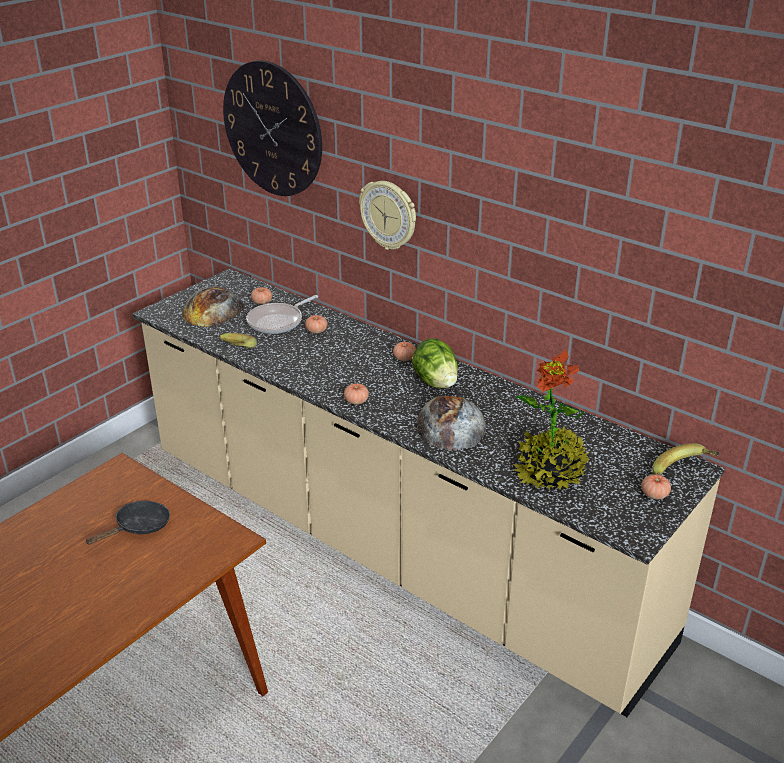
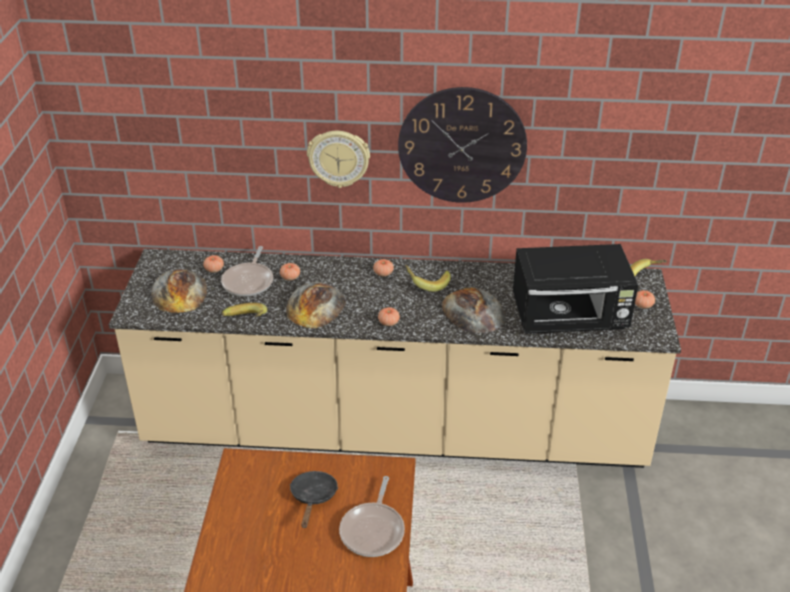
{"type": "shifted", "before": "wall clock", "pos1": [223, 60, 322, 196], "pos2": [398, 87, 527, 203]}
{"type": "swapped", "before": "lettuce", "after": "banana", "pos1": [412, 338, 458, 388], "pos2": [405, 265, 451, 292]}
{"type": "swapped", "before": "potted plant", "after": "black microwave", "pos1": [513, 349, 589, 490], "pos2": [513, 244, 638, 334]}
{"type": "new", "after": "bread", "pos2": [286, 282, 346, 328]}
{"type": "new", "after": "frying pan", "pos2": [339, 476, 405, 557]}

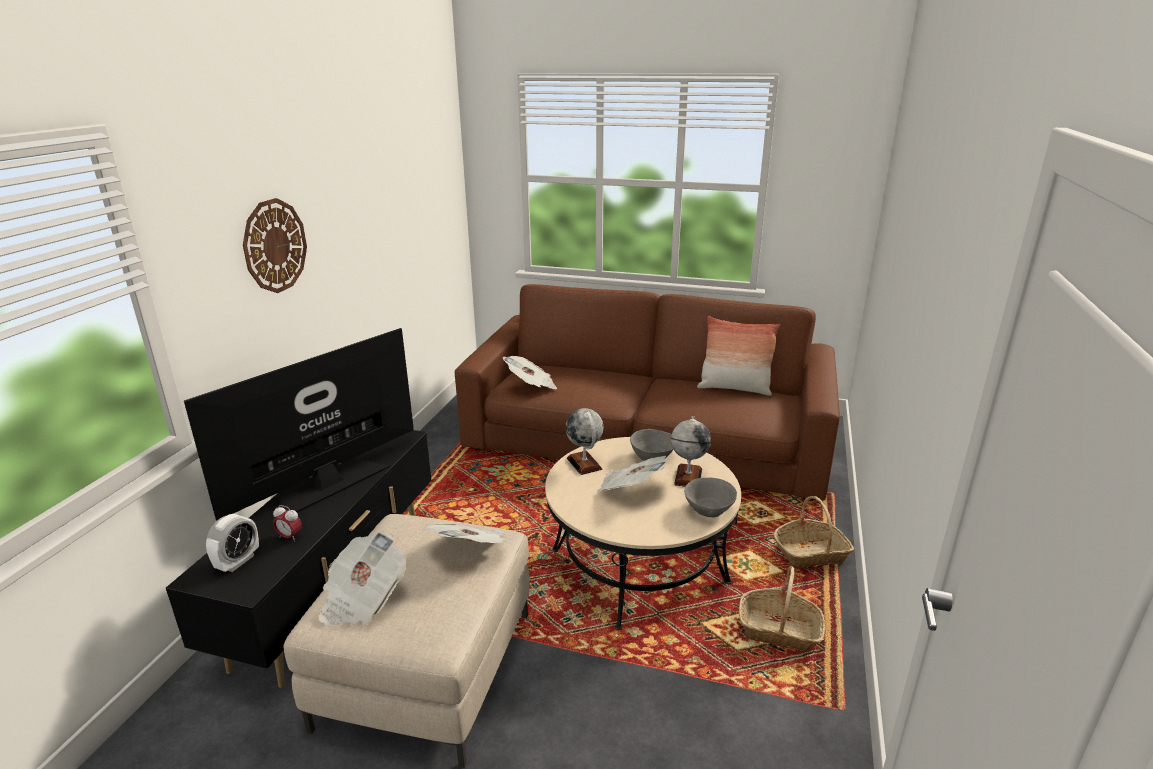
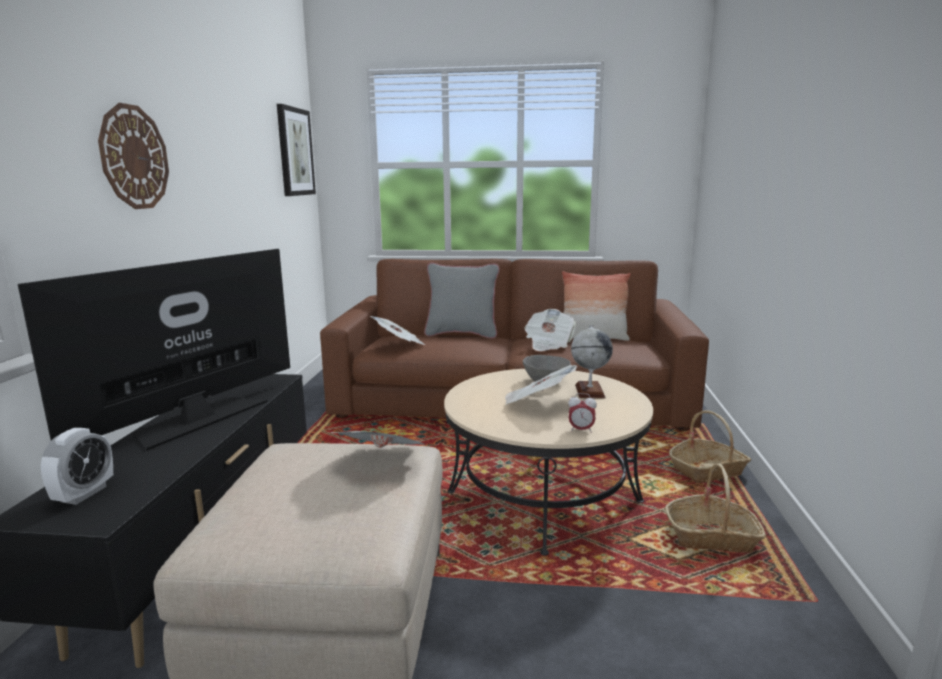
{"type": "gone", "before": "globe", "pos1": [565, 408, 604, 475]}
{"type": "gone", "before": "grey bowl", "pos1": [684, 478, 737, 517]}
{"type": "shifted", "before": "alarm clock", "pos1": [273, 505, 302, 542], "pos2": [568, 393, 597, 433]}
{"type": "shifted", "before": "newspaper", "pos1": [319, 532, 406, 625], "pos2": [524, 309, 577, 351]}
{"type": "new", "after": "picture", "pos2": [277, 104, 316, 196]}
{"type": "new", "after": "grey pillow", "pos2": [424, 263, 500, 338]}

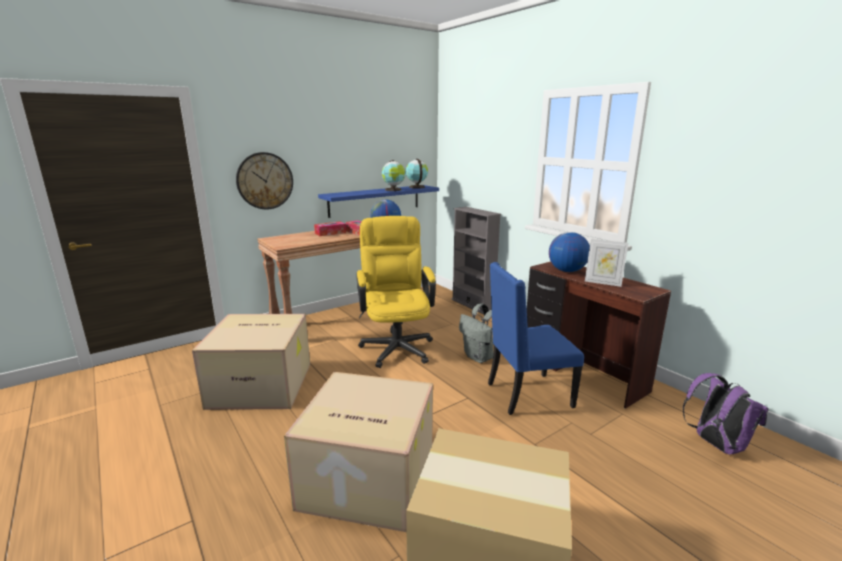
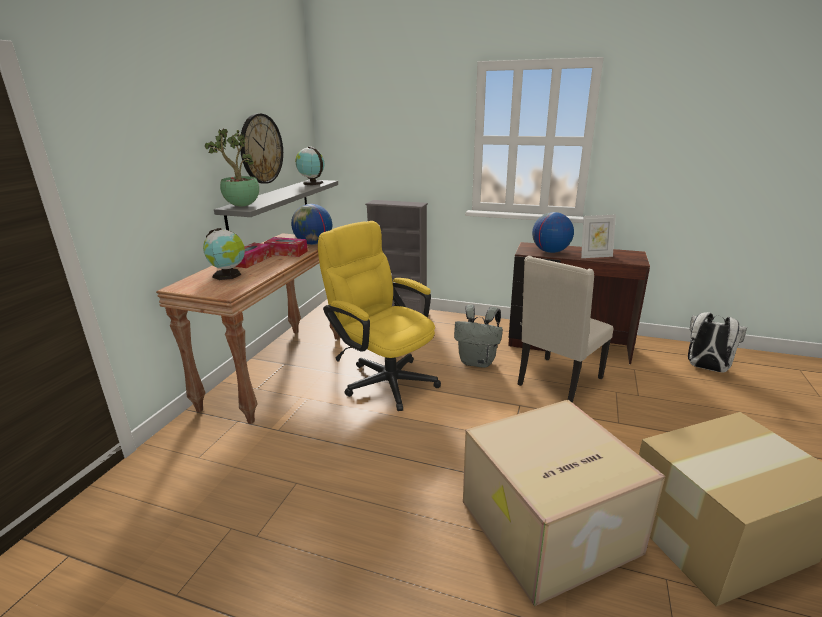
{"type": "shifted", "before": "wall clock", "pos1": [236, 152, 293, 209], "pos2": [240, 113, 283, 184]}
{"type": "shifted", "before": "globe", "pos1": [382, 160, 406, 191], "pos2": [203, 228, 245, 280]}
{"type": "repainted", "before": "blue shelf", "after": "grey shelf", "pos1": [318, 185, 439, 218], "pos2": [214, 180, 338, 230]}
{"type": "repainted", "before": "blue chair", "after": "beige chair", "pos1": [488, 262, 584, 415], "pos2": [518, 256, 613, 403]}
{"type": "gone", "before": "cardboard box", "pos1": [192, 314, 310, 410]}
{"type": "repainted", "before": "purple backpack", "after": "white backpack", "pos1": [683, 373, 769, 455], "pos2": [688, 312, 747, 372]}
{"type": "new", "after": "potted plant", "pos2": [205, 129, 259, 206]}

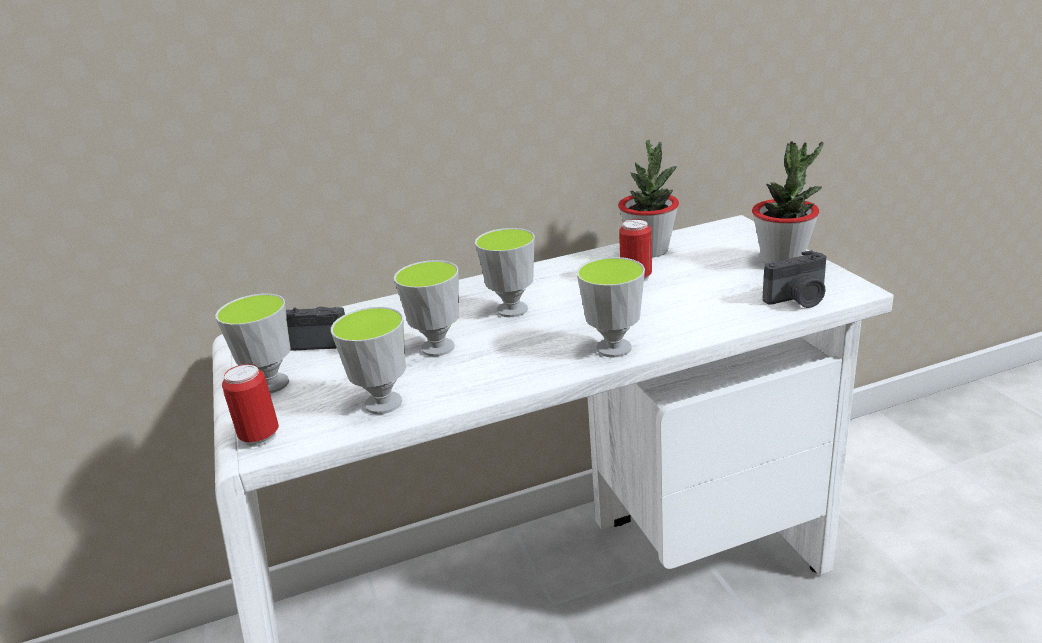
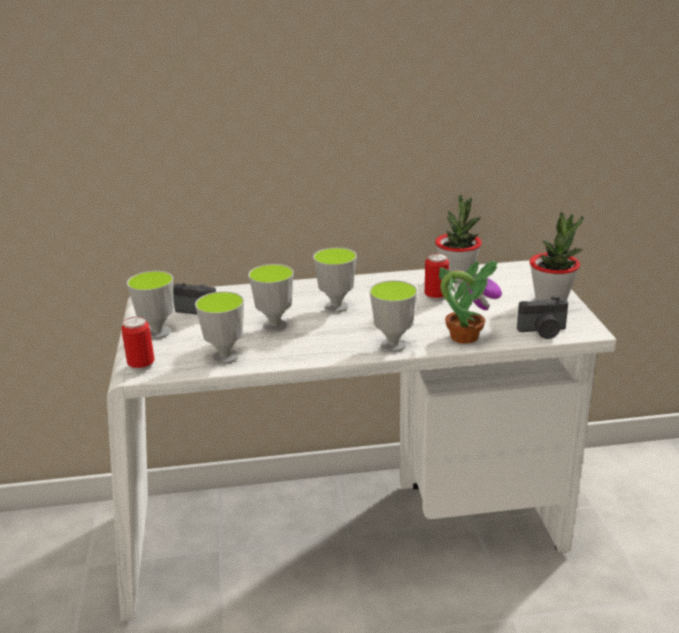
{"type": "new", "after": "potted plant", "pos2": [439, 260, 502, 344]}

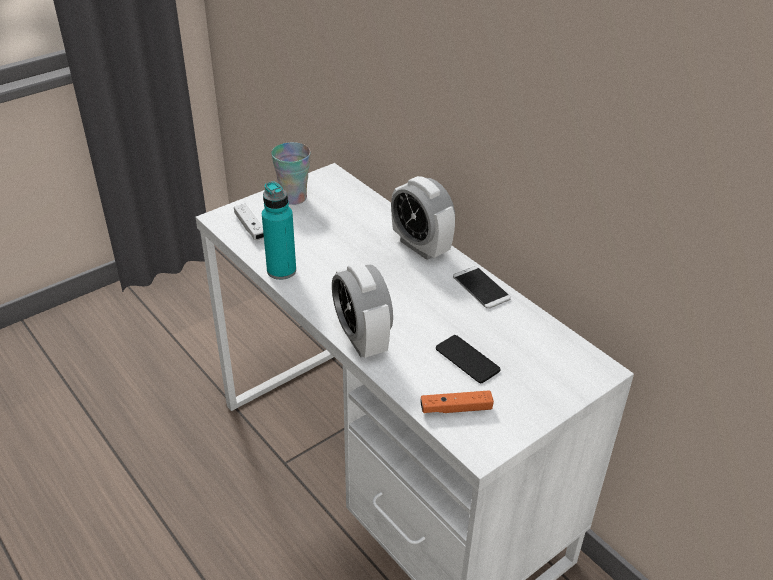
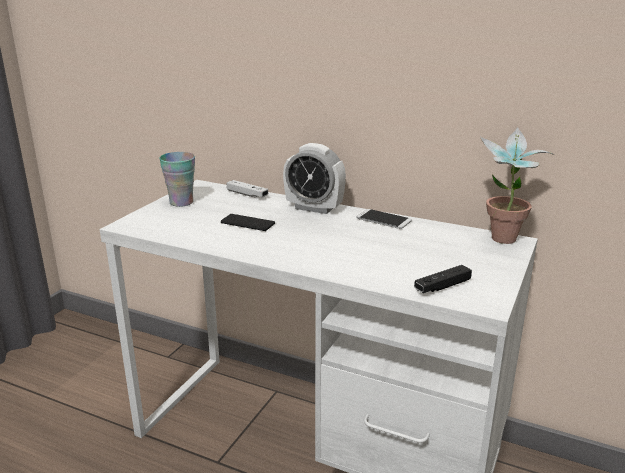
{"type": "gone", "before": "turquoise bottle", "pos1": [262, 181, 296, 280]}
{"type": "shifted", "before": "white game controller", "pos1": [234, 204, 264, 240], "pos2": [227, 180, 268, 198]}
{"type": "gone", "before": "alarm clock", "pos1": [332, 262, 393, 358]}
{"type": "shifted", "before": "phone", "pos1": [436, 335, 501, 383], "pos2": [221, 214, 275, 231]}
{"type": "repainted", "before": "orange game controller", "after": "black game controller", "pos1": [420, 390, 494, 413], "pos2": [414, 265, 472, 293]}
{"type": "new", "after": "potted plant", "pos2": [480, 127, 554, 244]}

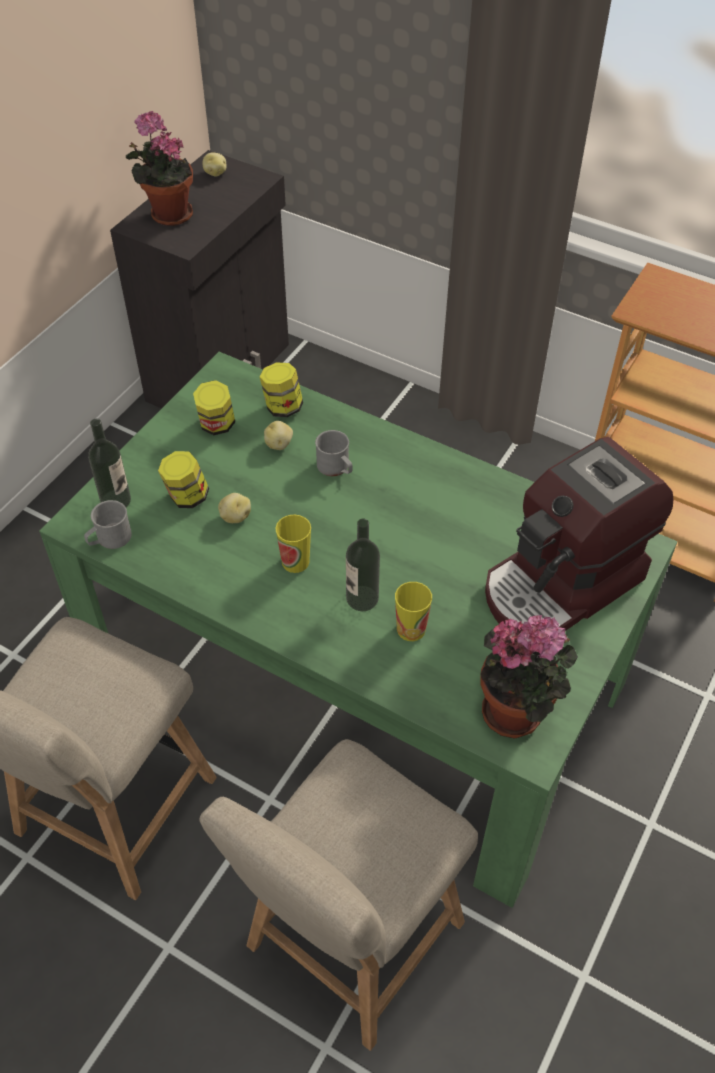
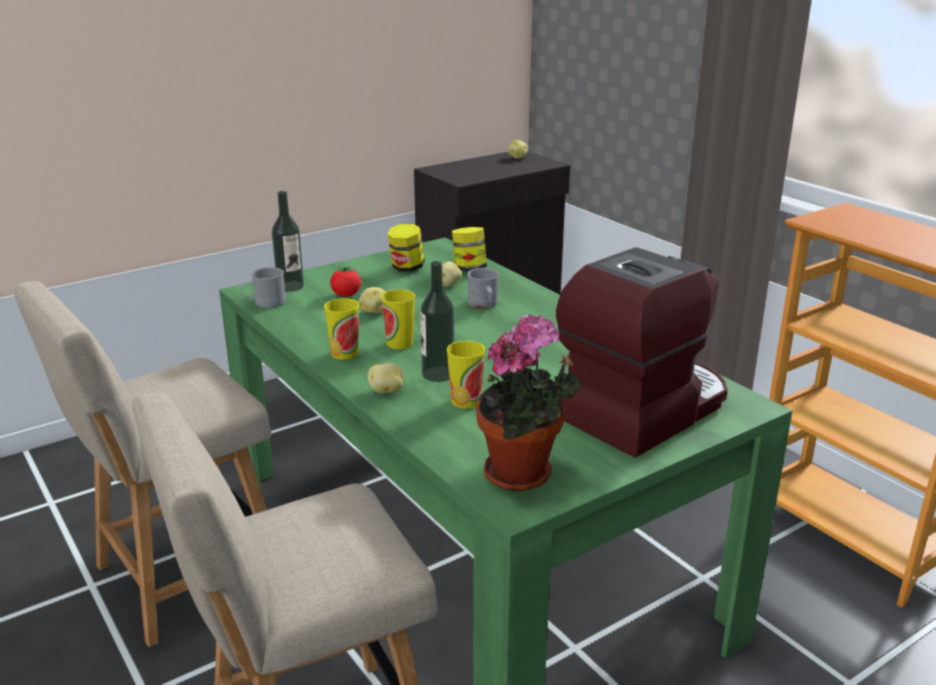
{"type": "gone", "before": "potted plant", "pos1": [126, 111, 193, 226]}
{"type": "rotated", "before": "coffee machine", "pos1": [485, 437, 673, 631], "pos2": [556, 247, 728, 458], "turn": 150}
{"type": "swapped", "before": "jar", "after": "tomato", "pos1": [158, 451, 209, 508], "pos2": [330, 266, 361, 297]}
{"type": "new", "after": "cup", "pos2": [324, 298, 359, 360]}
{"type": "new", "after": "potato", "pos2": [367, 363, 405, 393]}

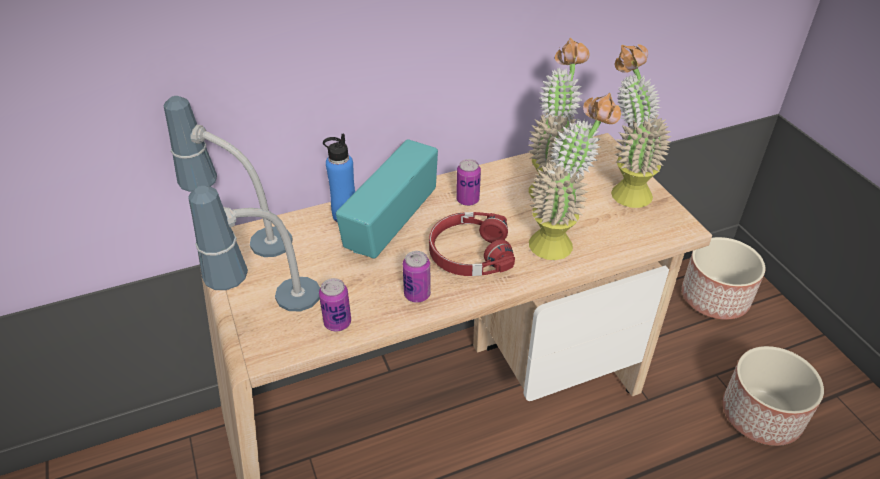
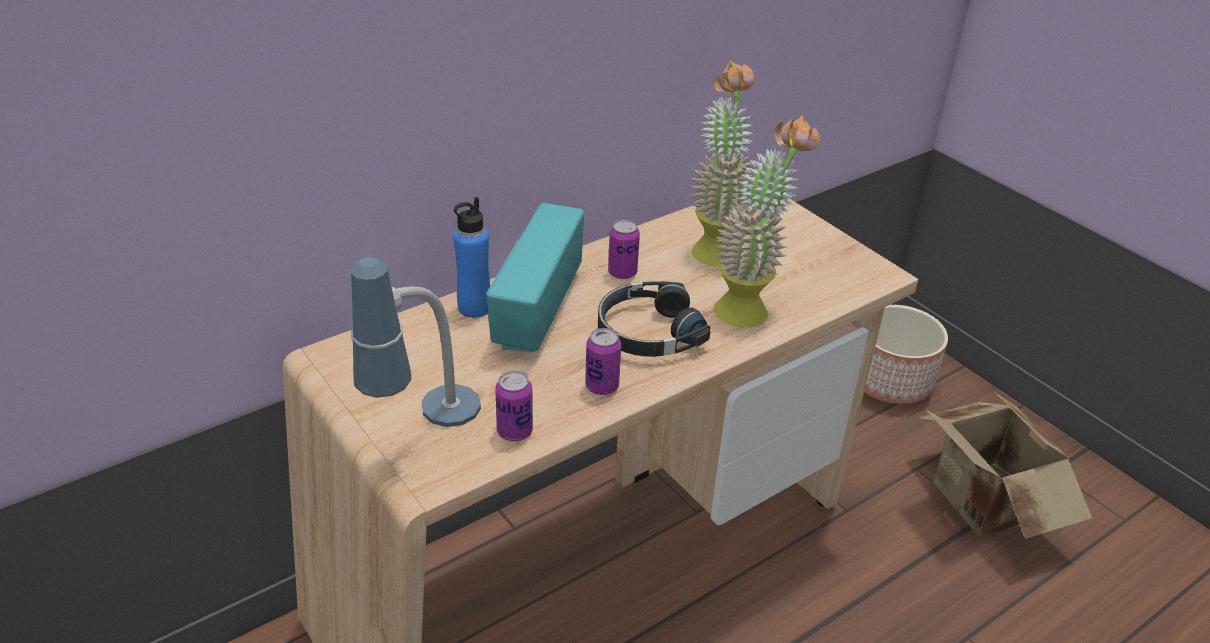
{"type": "gone", "before": "potted plant", "pos1": [611, 44, 672, 208]}
{"type": "gone", "before": "table lamp", "pos1": [164, 96, 293, 257]}
{"type": "repainted", "before": "red headphones", "after": "black headphones", "pos1": [429, 212, 515, 276], "pos2": [598, 281, 711, 357]}
{"type": "swapped", "before": "planter", "after": "cardboard box", "pos1": [723, 346, 824, 446], "pos2": [919, 392, 1092, 539]}

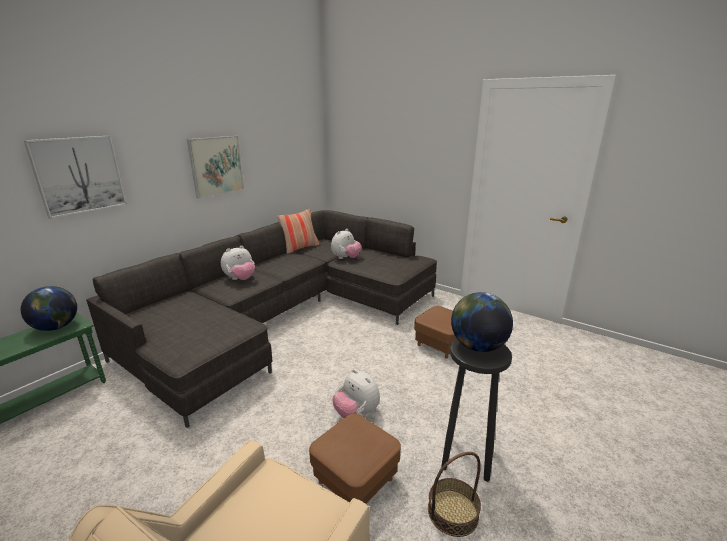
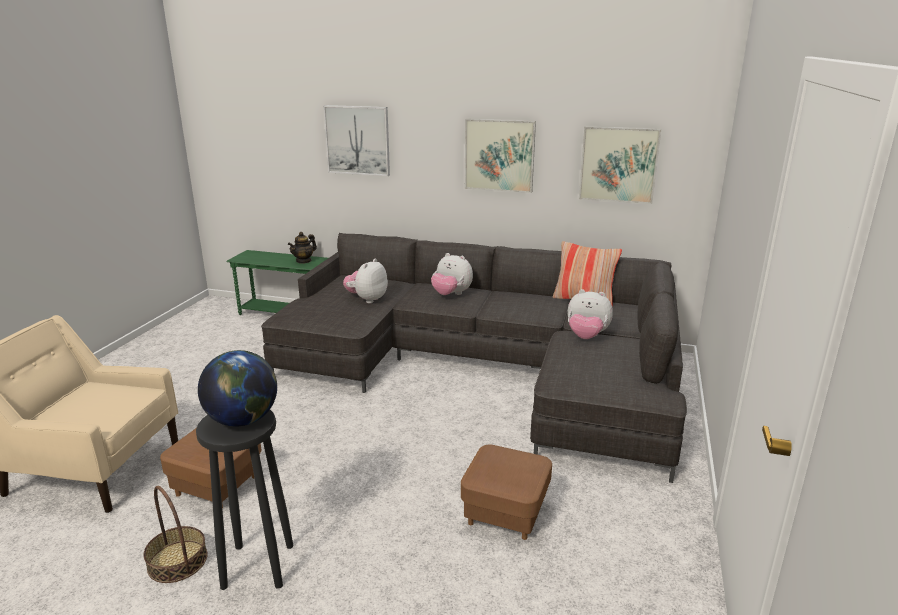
{"type": "swapped", "before": "globe", "after": "teapot", "pos1": [21, 286, 77, 331], "pos2": [288, 232, 317, 264]}
{"type": "shifted", "before": "plush toy", "pos1": [333, 369, 380, 418], "pos2": [343, 258, 388, 303]}
{"type": "new", "after": "picture", "pos2": [579, 126, 661, 204]}

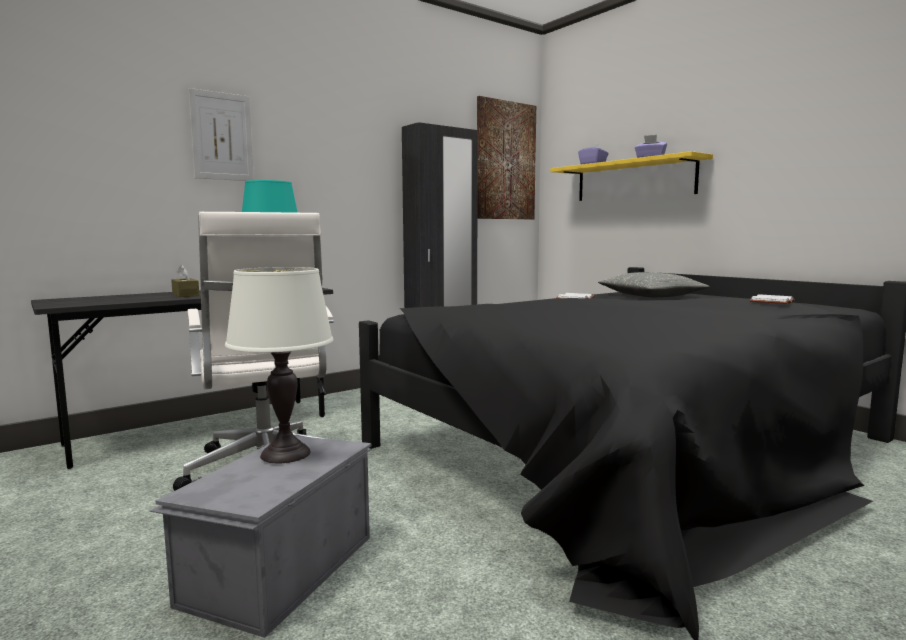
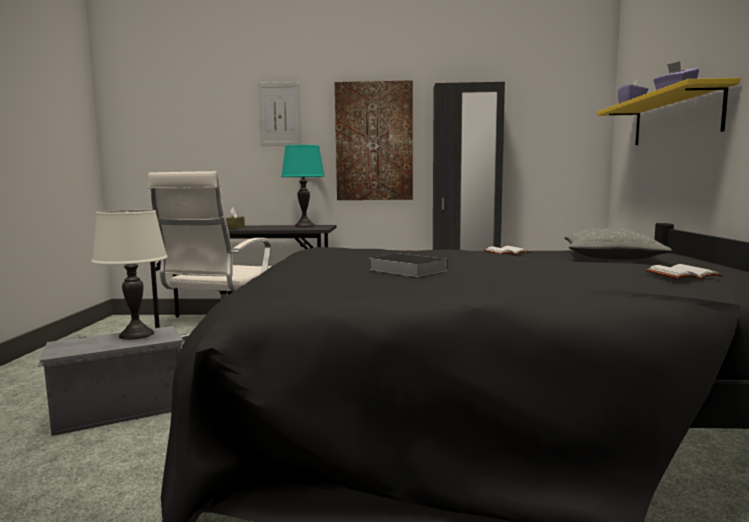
{"type": "shifted", "before": "picture", "pos1": [477, 96, 536, 219], "pos2": [335, 80, 413, 200]}
{"type": "new", "after": "book", "pos2": [370, 253, 448, 277]}

